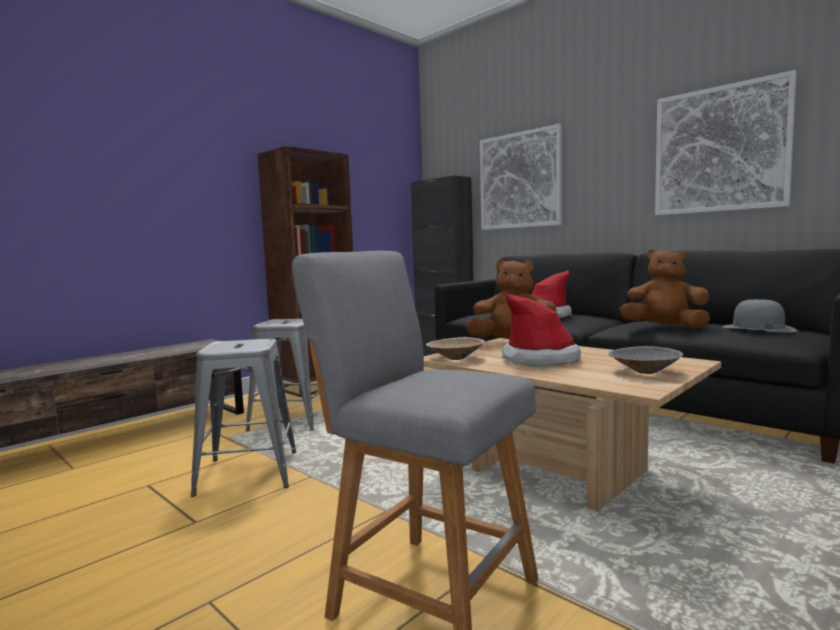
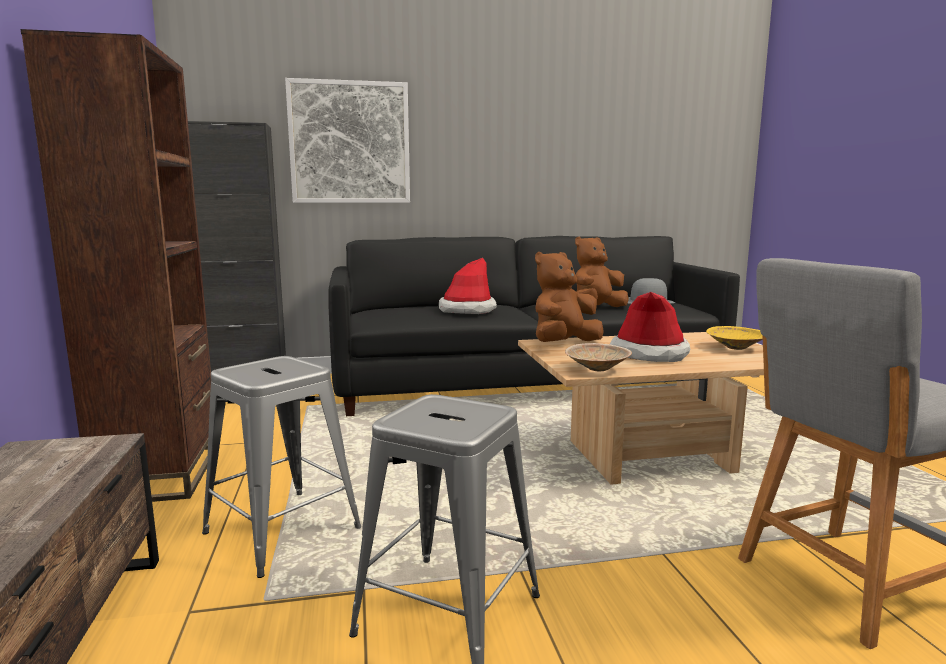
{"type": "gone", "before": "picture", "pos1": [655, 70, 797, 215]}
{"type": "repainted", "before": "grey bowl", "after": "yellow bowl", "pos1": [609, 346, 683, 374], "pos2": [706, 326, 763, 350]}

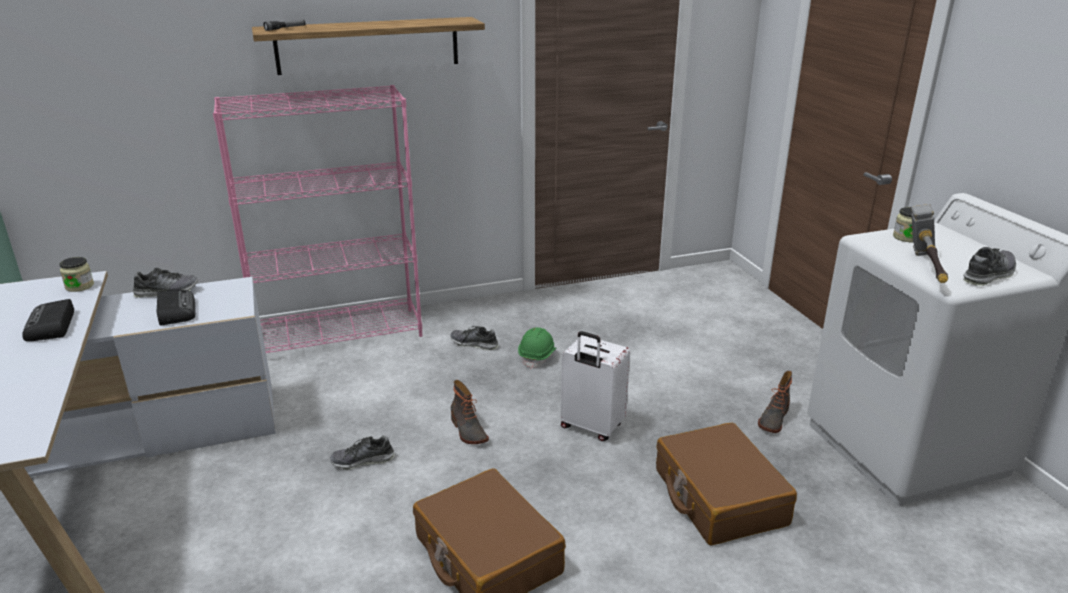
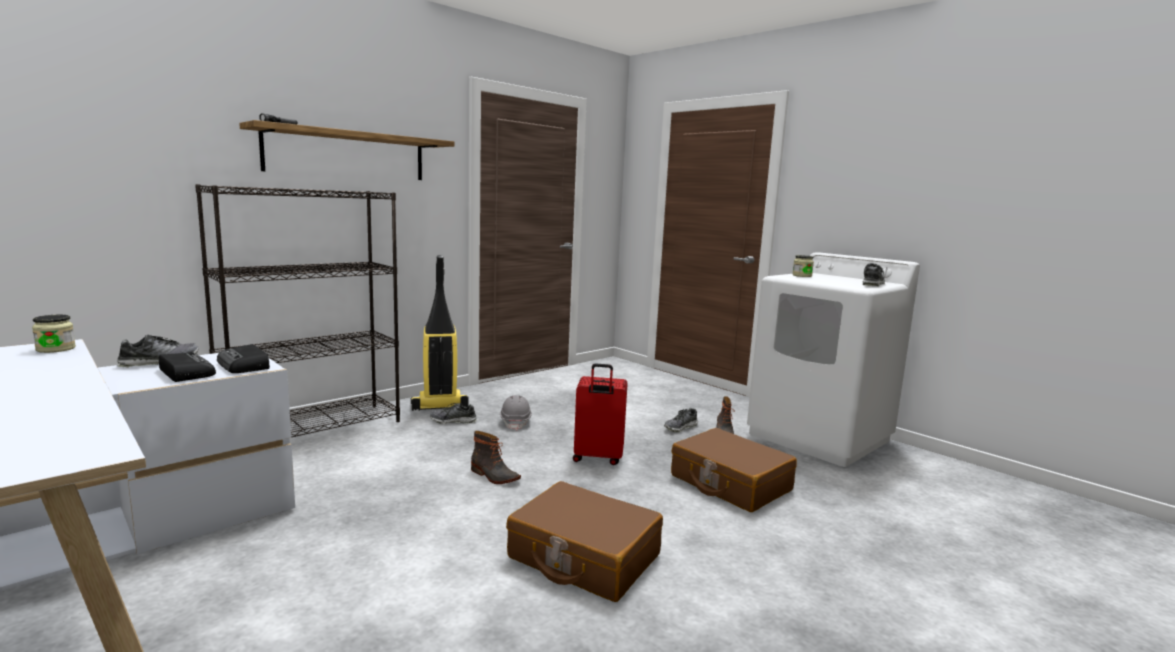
{"type": "repainted", "before": "pink bookcase", "after": "black bookcase", "pos1": [213, 85, 422, 353], "pos2": [195, 184, 400, 437]}
{"type": "gone", "before": "hammer", "pos1": [911, 204, 948, 283]}
{"type": "shifted", "before": "radio", "pos1": [22, 299, 74, 341], "pos2": [217, 344, 270, 373]}
{"type": "repainted", "before": "green hard hat", "after": "grey hard hat", "pos1": [518, 328, 557, 369], "pos2": [500, 395, 532, 430]}
{"type": "repainted", "before": "white suitcase", "after": "red suitcase", "pos1": [561, 331, 630, 441], "pos2": [573, 364, 628, 465]}
{"type": "shifted", "before": "shoe", "pos1": [330, 435, 394, 470], "pos2": [664, 408, 698, 432]}
{"type": "new", "after": "vacuum cleaner", "pos2": [411, 255, 469, 411]}

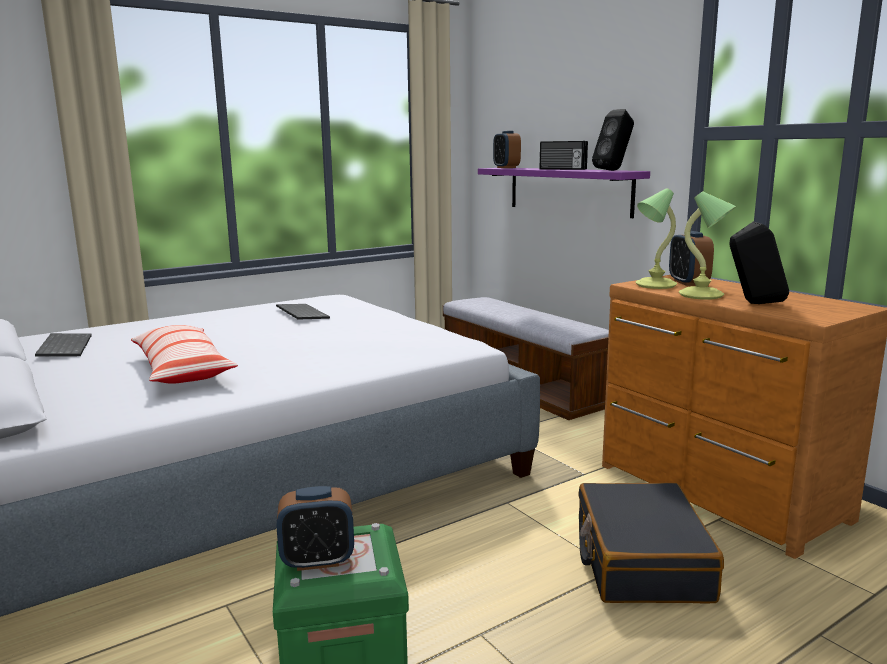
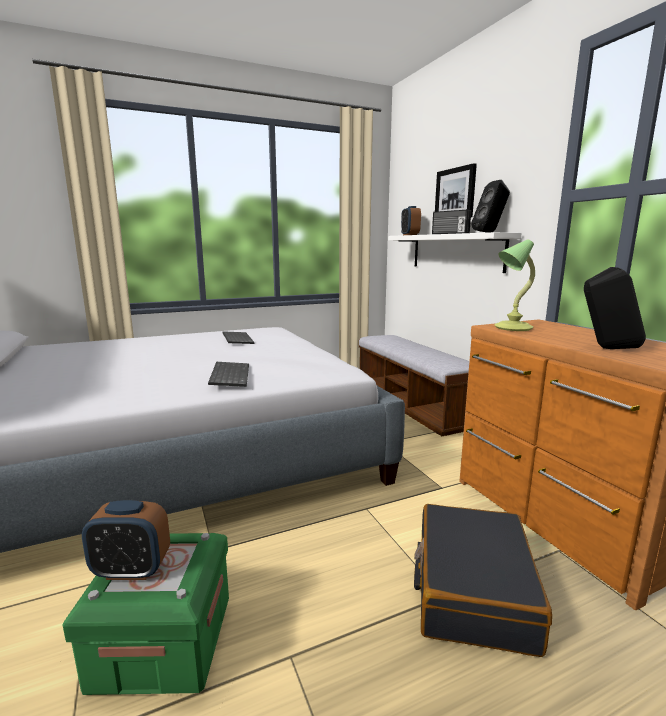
{"type": "repainted", "before": "purple shelf", "after": "white shelf", "pos1": [478, 168, 650, 218], "pos2": [388, 232, 521, 273]}
{"type": "gone", "before": "table lamp", "pos1": [679, 191, 736, 300]}
{"type": "gone", "before": "alarm clock", "pos1": [669, 231, 714, 286]}
{"type": "gone", "before": "pillow", "pos1": [131, 325, 238, 384]}
{"type": "shifted", "before": "keyboard", "pos1": [35, 333, 91, 357], "pos2": [208, 362, 249, 387]}
{"type": "new", "after": "picture", "pos2": [435, 163, 477, 217]}

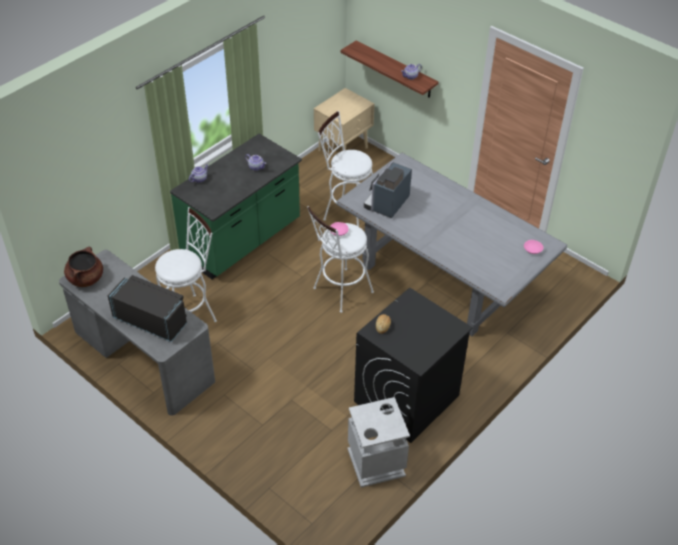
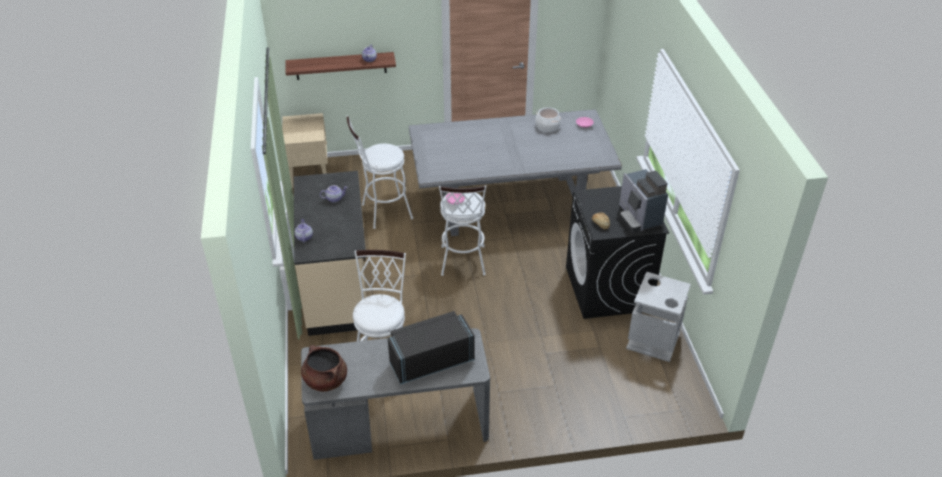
{"type": "repainted", "before": "green counter", "after": "beige counter", "pos1": [170, 134, 302, 279], "pos2": [294, 171, 366, 336]}
{"type": "shifted", "before": "coffee machine", "pos1": [364, 161, 412, 218], "pos2": [619, 169, 668, 233]}
{"type": "new", "after": "cooking pot", "pos2": [535, 107, 561, 132]}

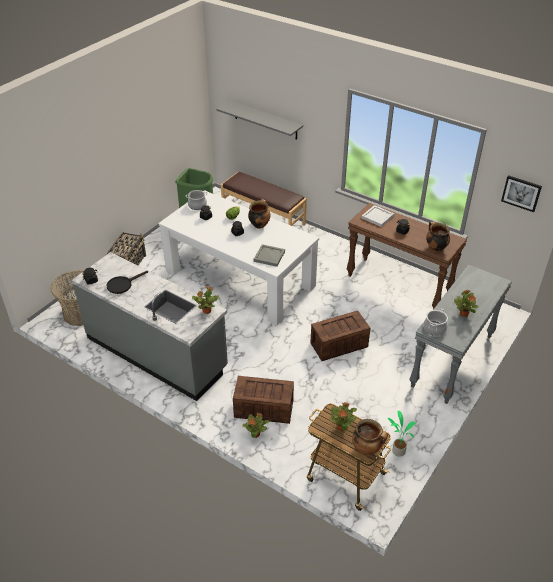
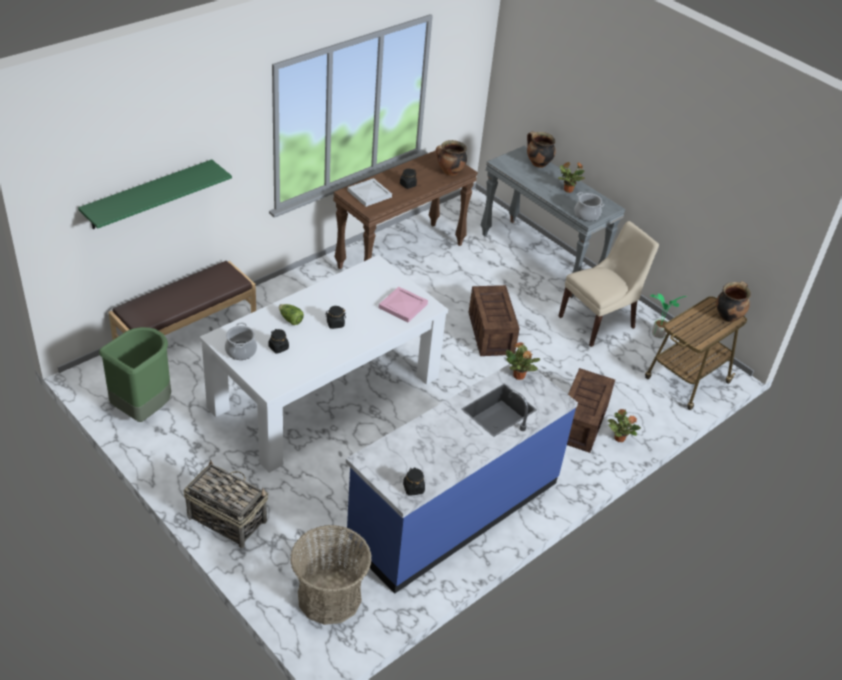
{"type": "repainted", "before": "grey shelf", "after": "green shelf", "pos1": [217, 101, 303, 140], "pos2": [78, 159, 232, 229]}
{"type": "gone", "before": "picture", "pos1": [501, 175, 542, 212]}
{"type": "shifted", "before": "cooking pot", "pos1": [248, 199, 270, 229], "pos2": [527, 132, 556, 168]}
{"type": "repainted", "before": "grey tray", "after": "pink tray", "pos1": [254, 244, 285, 267], "pos2": [379, 287, 428, 322]}
{"type": "repainted", "before": "grey counter", "after": "blue counter", "pos1": [72, 252, 228, 401], "pos2": [346, 364, 578, 594]}
{"type": "gone", "before": "black frying pan", "pos1": [107, 271, 148, 294]}
{"type": "gone", "before": "potted plant", "pos1": [330, 402, 357, 431]}
{"type": "new", "after": "beige chair", "pos2": [558, 221, 659, 347]}

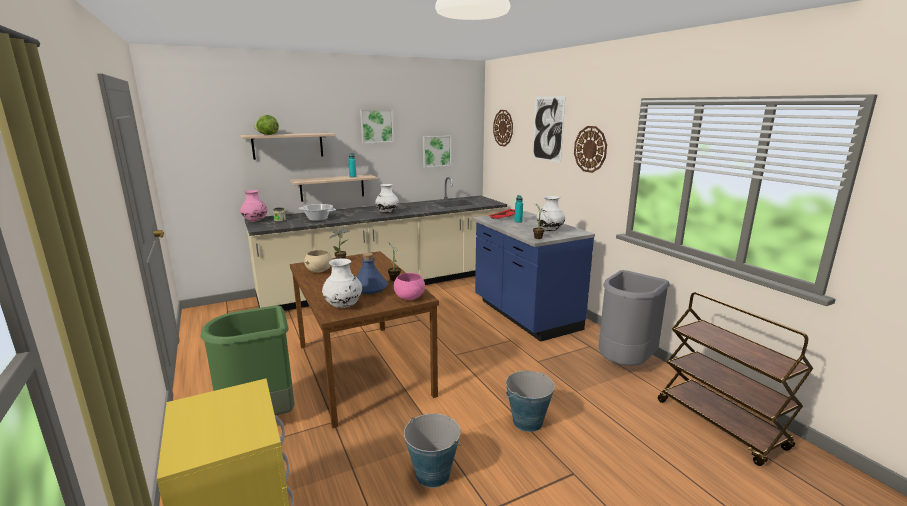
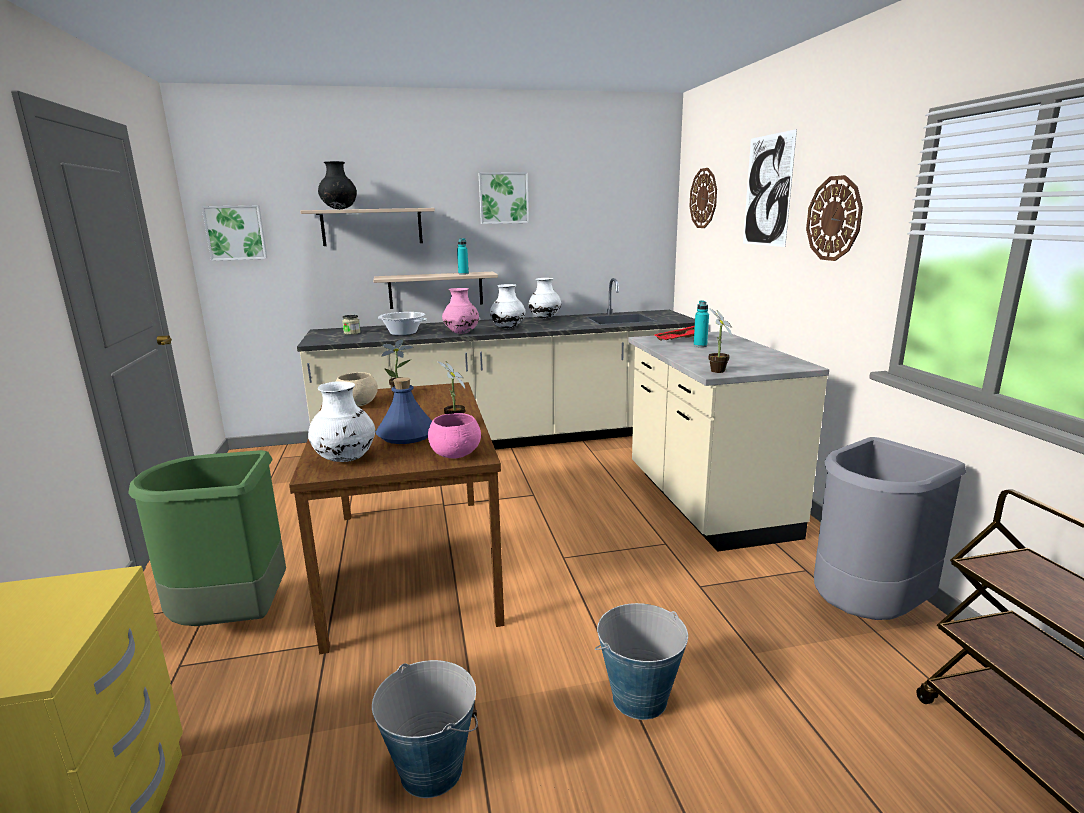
{"type": "swapped", "before": "lettuce", "after": "black vase", "pos1": [255, 115, 279, 135], "pos2": [318, 161, 357, 209]}
{"type": "shifted", "before": "picture", "pos1": [423, 136, 451, 167], "pos2": [201, 205, 267, 261]}
{"type": "shifted", "before": "pink vase", "pos1": [240, 190, 267, 222], "pos2": [442, 288, 479, 334]}
{"type": "shifted", "before": "white vase", "pos1": [536, 196, 565, 231], "pos2": [529, 278, 561, 318]}
{"type": "repainted", "before": "blue counter", "after": "beige counter", "pos1": [472, 211, 595, 342], "pos2": [629, 331, 829, 552]}

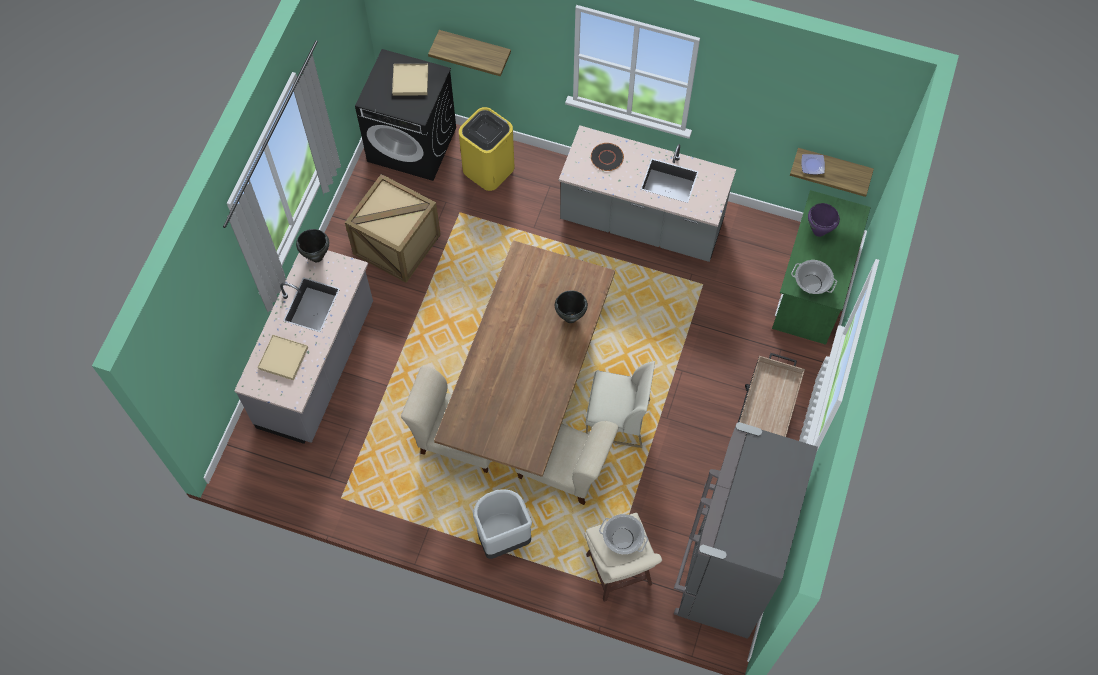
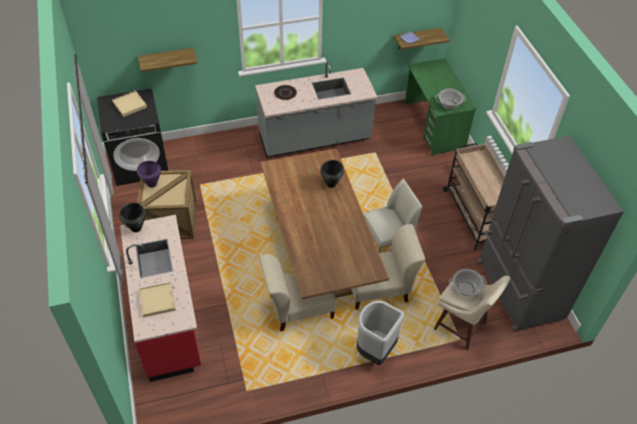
{"type": "gone", "before": "yellow trash can", "pos1": [459, 107, 514, 191]}
{"type": "shifted", "before": "purple cooking pot", "pos1": [808, 203, 840, 237], "pos2": [137, 161, 161, 188]}
{"type": "repainted", "before": "grey counter", "after": "red counter", "pos1": [234, 250, 373, 444], "pos2": [120, 215, 201, 382]}

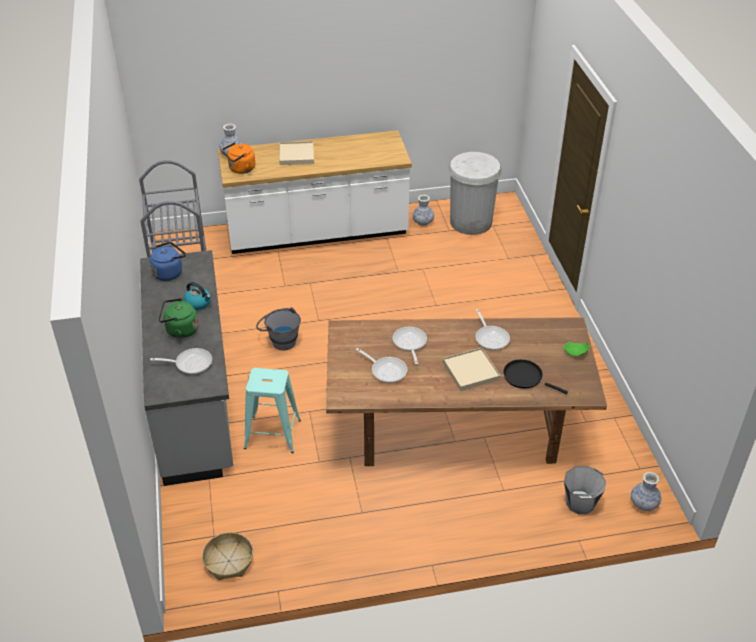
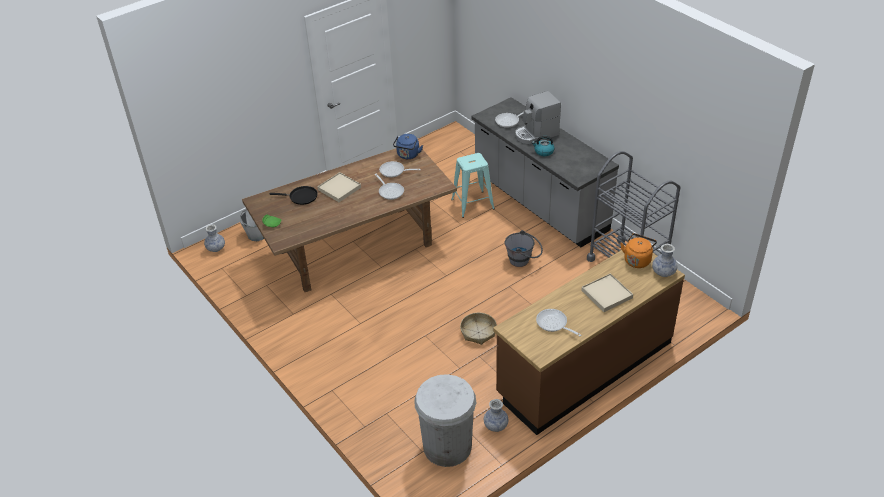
{"type": "repainted", "before": "white counter", "after": "brown counter", "pos1": [218, 130, 412, 254], "pos2": [493, 250, 685, 435]}
{"type": "shifted", "before": "blue kettle", "pos1": [150, 242, 186, 281], "pos2": [393, 134, 423, 159]}
{"type": "swapped", "before": "green kettle", "after": "coffee machine", "pos1": [159, 298, 198, 338], "pos2": [515, 91, 561, 144]}
{"type": "shifted", "before": "frying pan", "pos1": [475, 309, 510, 350], "pos2": [536, 309, 581, 336]}
{"type": "shifted", "before": "basket", "pos1": [202, 532, 253, 580], "pos2": [460, 313, 497, 345]}

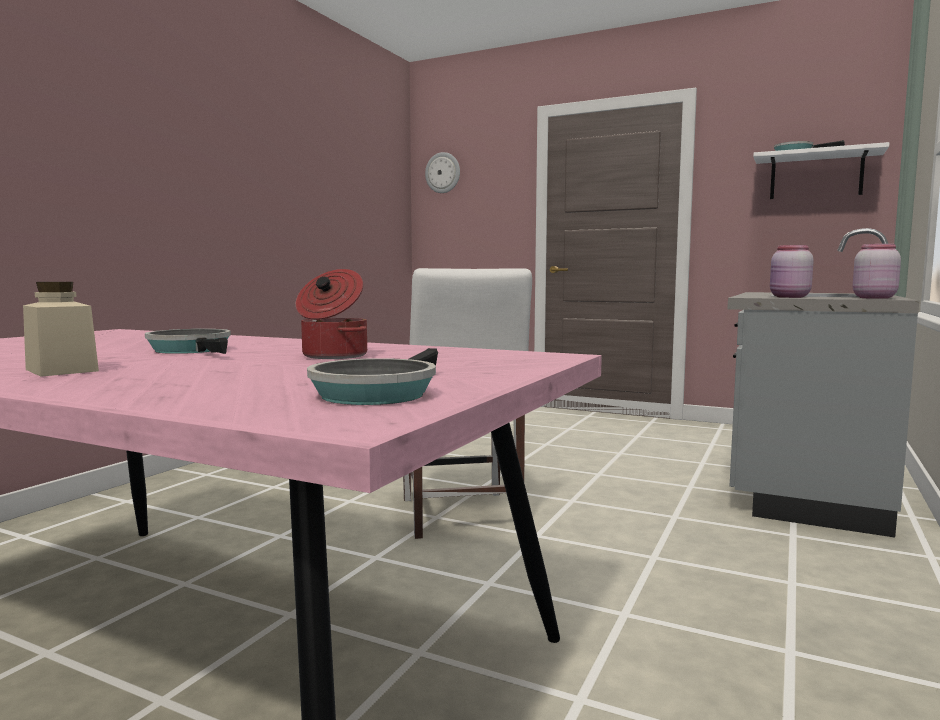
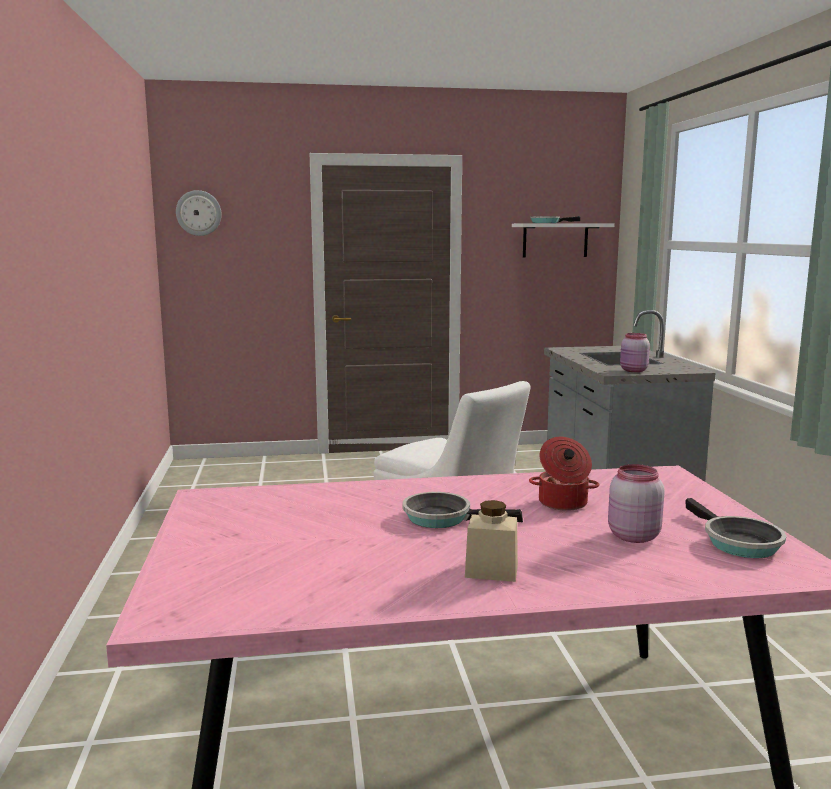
{"type": "shifted", "before": "pink jar", "pos1": [853, 244, 901, 299], "pos2": [608, 464, 665, 543]}

